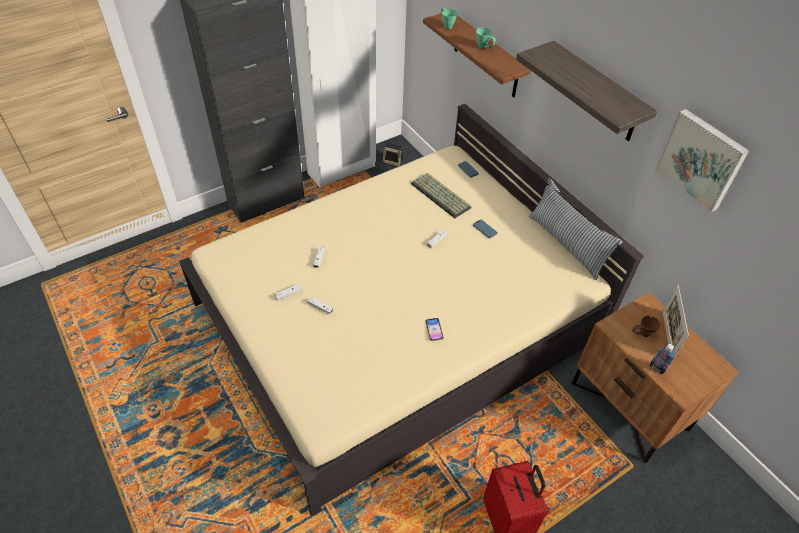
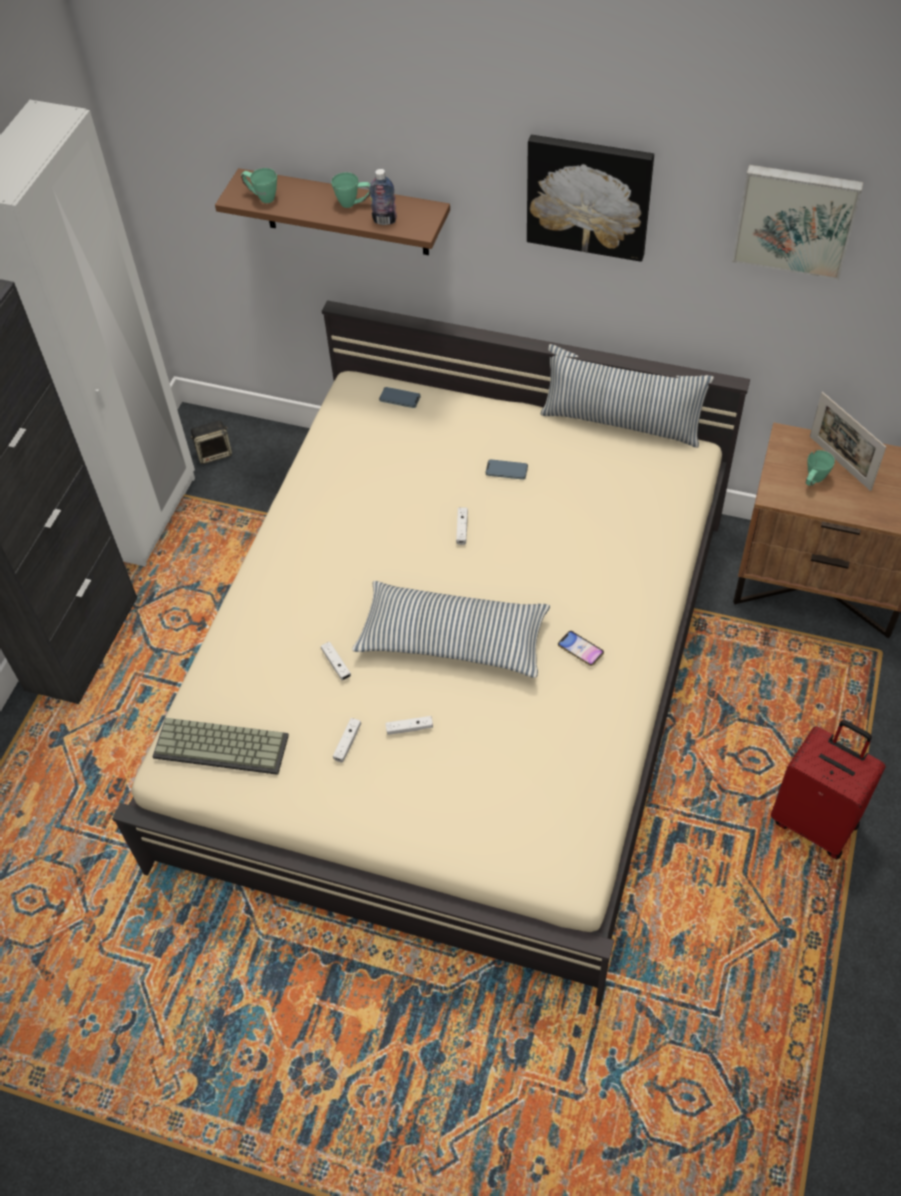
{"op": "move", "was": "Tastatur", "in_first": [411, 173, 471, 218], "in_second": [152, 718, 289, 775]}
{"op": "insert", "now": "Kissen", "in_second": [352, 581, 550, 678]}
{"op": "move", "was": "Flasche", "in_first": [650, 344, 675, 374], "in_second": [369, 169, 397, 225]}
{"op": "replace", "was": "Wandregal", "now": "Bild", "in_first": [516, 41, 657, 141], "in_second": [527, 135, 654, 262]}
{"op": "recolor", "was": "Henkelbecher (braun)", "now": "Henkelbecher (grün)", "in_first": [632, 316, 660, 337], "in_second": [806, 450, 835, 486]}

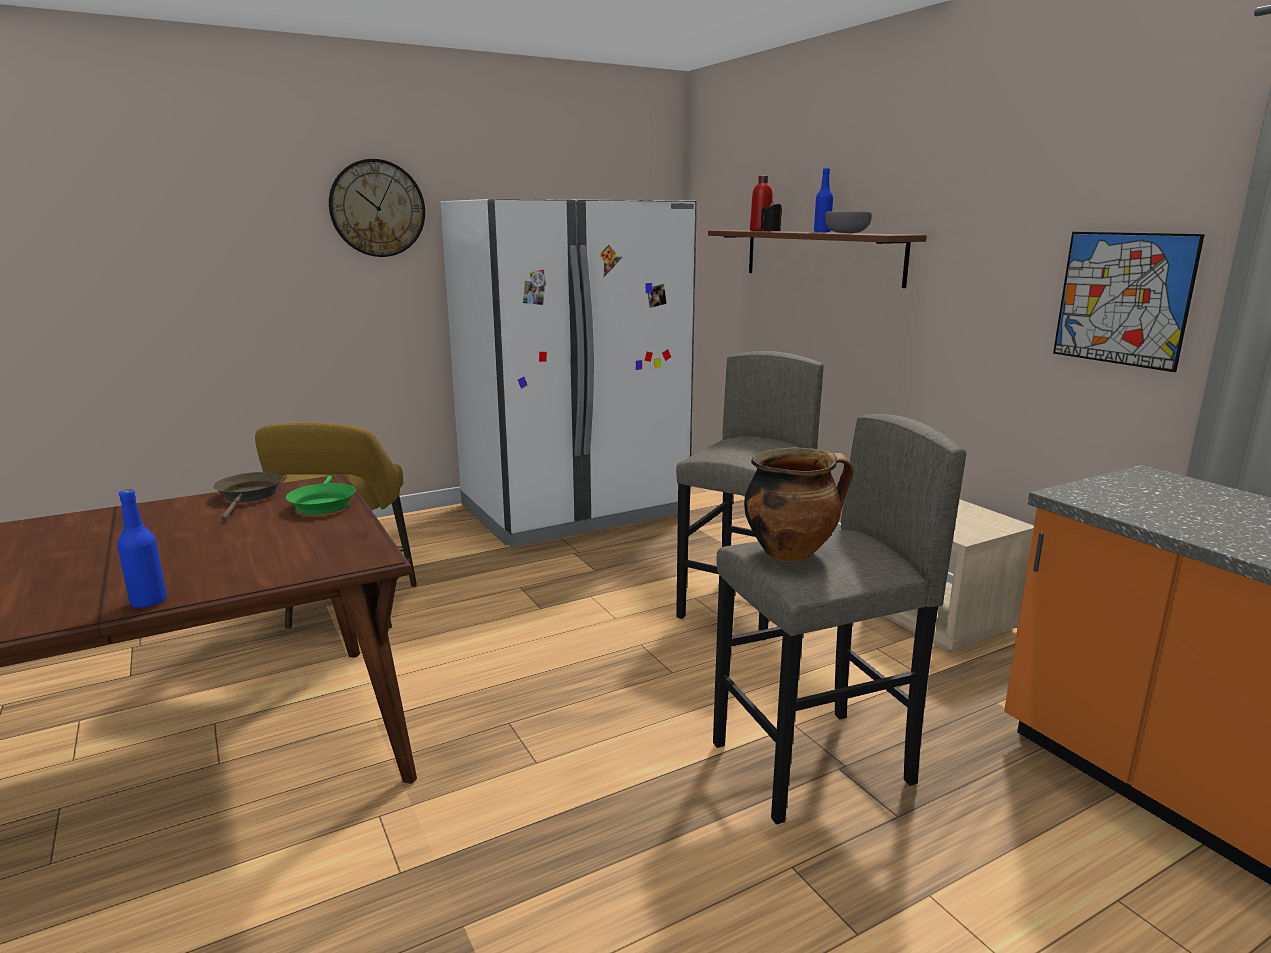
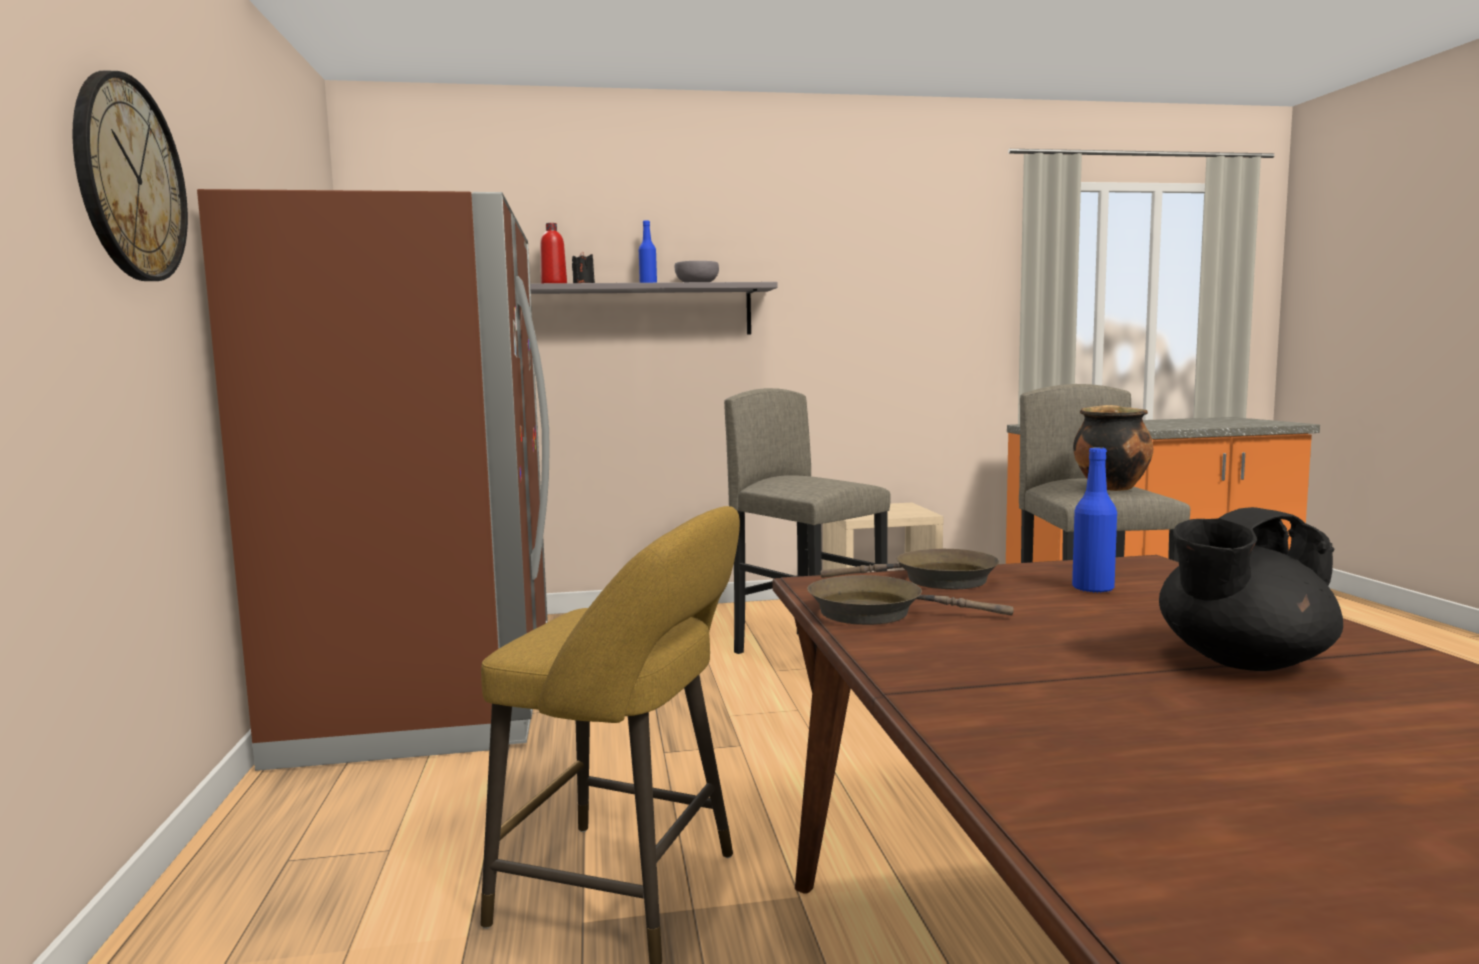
{"op": "recolor", "was": "Kühlschrank (weiß)", "now": "Kühlschrank (braun)", "in_first": [440, 199, 697, 548], "in_second": [197, 189, 549, 771]}
{"op": "recolor", "was": "Wandregal (braun)", "now": "Wandregal (grau)", "in_first": [708, 230, 927, 288], "in_second": [530, 282, 778, 335]}
{"op": "recolor", "was": "Pfanne (grün)", "now": "Pfanne (braun)", "in_first": [286, 476, 356, 515], "in_second": [821, 549, 999, 589]}
{"op": "move", "was": "Flasche (blau)", "in_first": [117, 489, 167, 608], "in_second": [1072, 447, 1117, 593]}
{"op": "insert", "now": "Teekanne (schwarz)", "in_second": [1159, 507, 1343, 671]}
{"op": "delete", "was": "Bild", "in_first": [1053, 232, 1205, 372]}

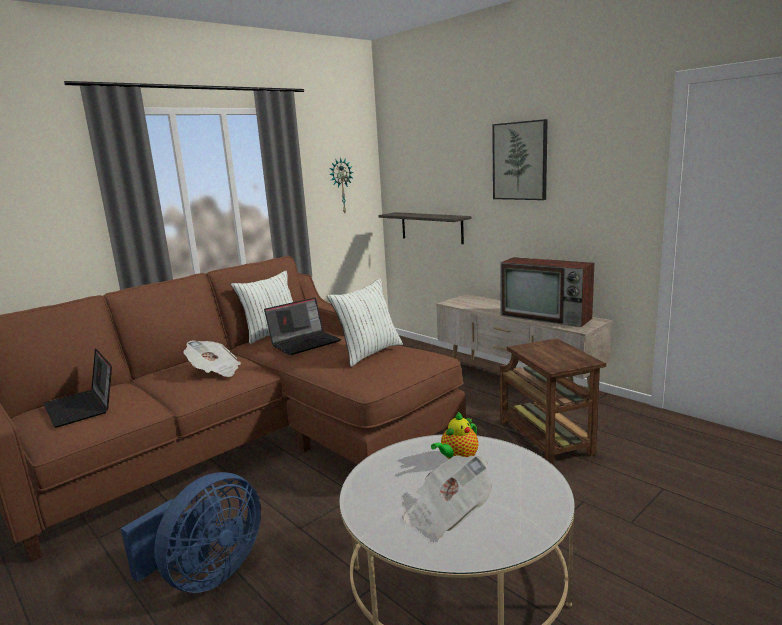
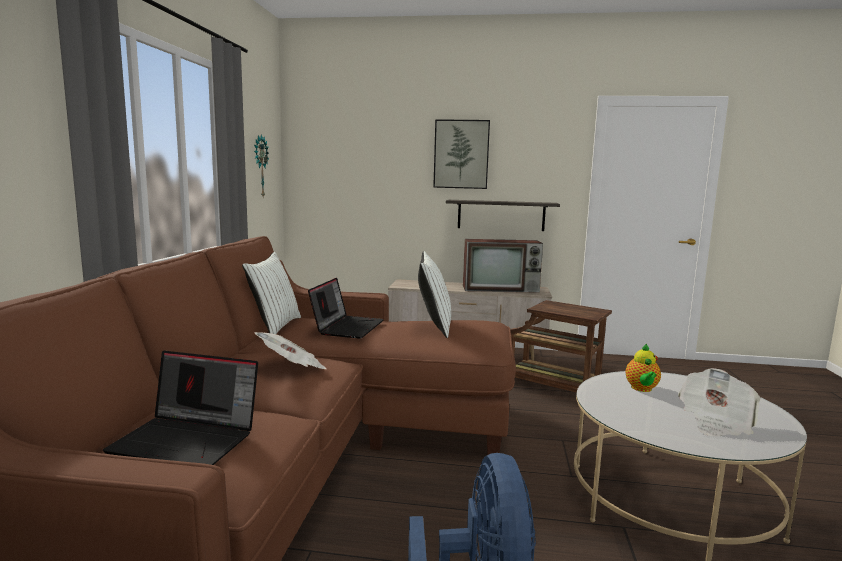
{"op": "move", "was": "Wandregal", "in_first": [378, 212, 471, 244], "in_second": [446, 200, 560, 231]}

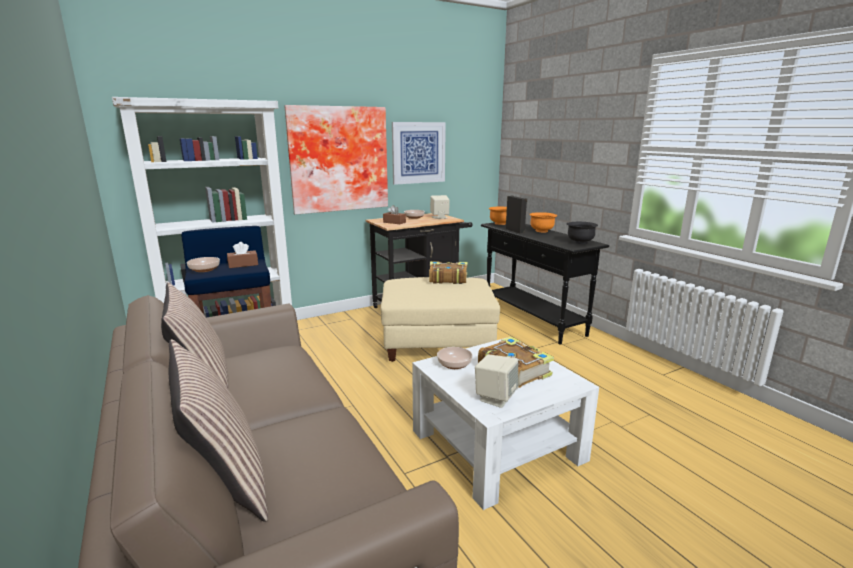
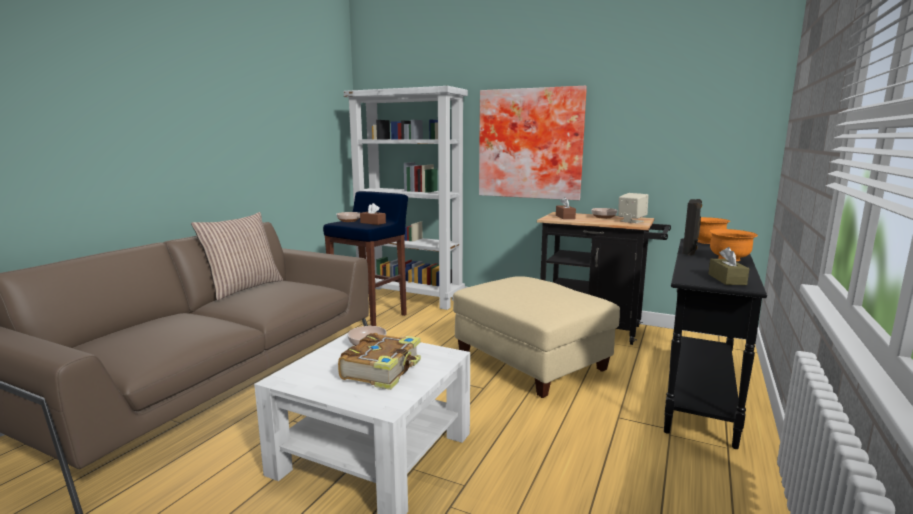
{"op": "replace", "was": "Schüssel (schwarz)", "now": "Taschentuchbox (braun)", "in_first": [567, 222, 598, 244], "in_second": [709, 247, 749, 285]}
{"op": "delete", "was": "Kissen", "in_first": [169, 339, 268, 522]}
{"op": "delete", "was": "Bild", "in_first": [392, 122, 446, 185]}
{"op": "delete", "was": "Buch", "in_first": [429, 261, 468, 284]}
{"op": "delete", "was": "Lautsprecher (beige)", "in_first": [475, 354, 519, 408]}

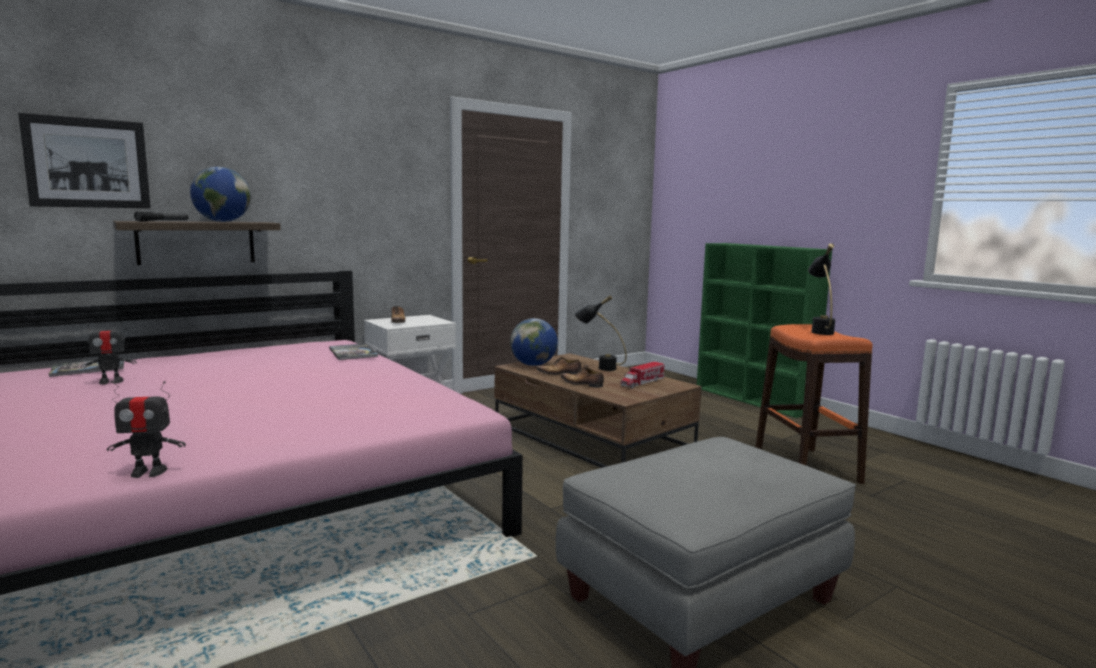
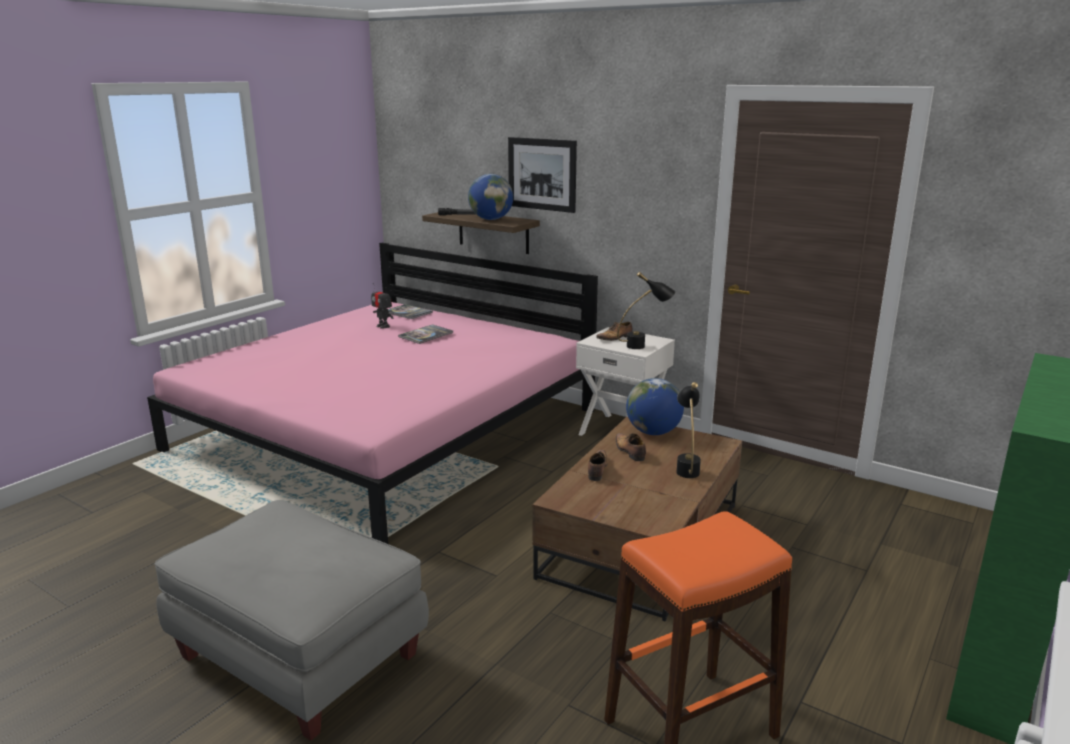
{"op": "move", "was": "Buch", "in_first": [329, 343, 378, 360], "in_second": [398, 324, 453, 344]}
{"op": "move", "was": "Bild", "in_first": [18, 113, 151, 208], "in_second": [508, 137, 577, 213]}
{"op": "move", "was": "Tischlampe (schwarz)", "in_first": [808, 243, 835, 335], "in_second": [617, 272, 675, 349]}
{"op": "delete", "was": "Spielzeugroboter", "in_first": [107, 381, 186, 478]}
{"op": "delete", "was": "Spielzeuglaster", "in_first": [620, 361, 664, 389]}

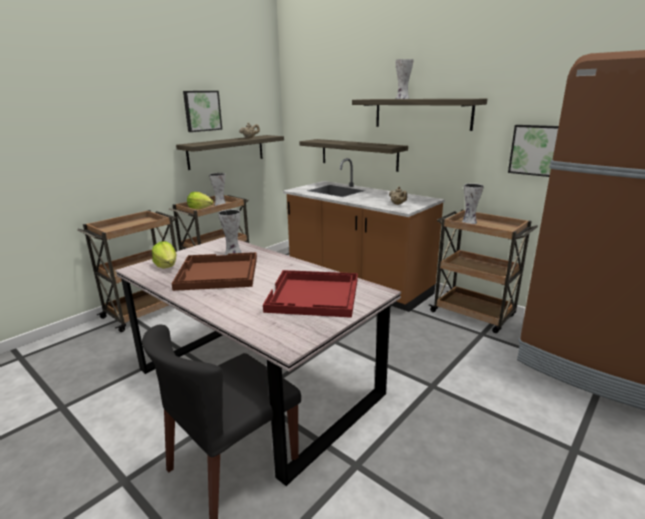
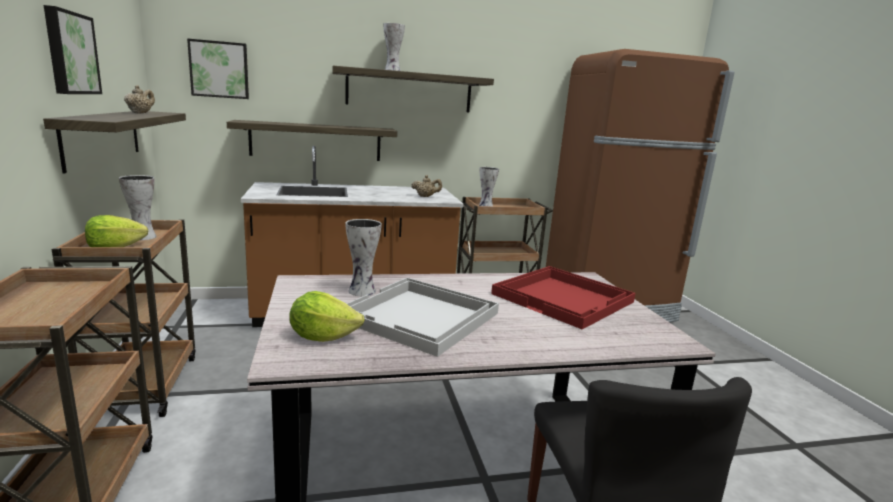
{"op": "move", "was": "Bild", "in_first": [508, 125, 559, 177], "in_second": [187, 38, 249, 99]}
{"op": "recolor", "was": "Tablett (braun)", "now": "Tablett (weiß)", "in_first": [171, 252, 257, 291], "in_second": [346, 278, 499, 357]}

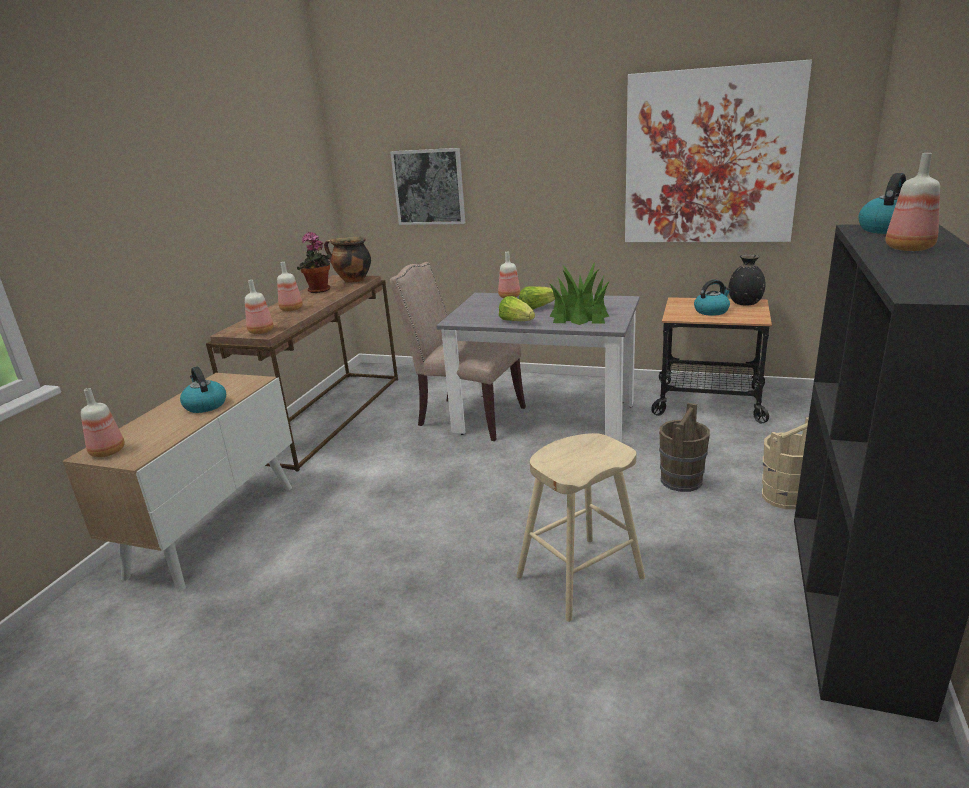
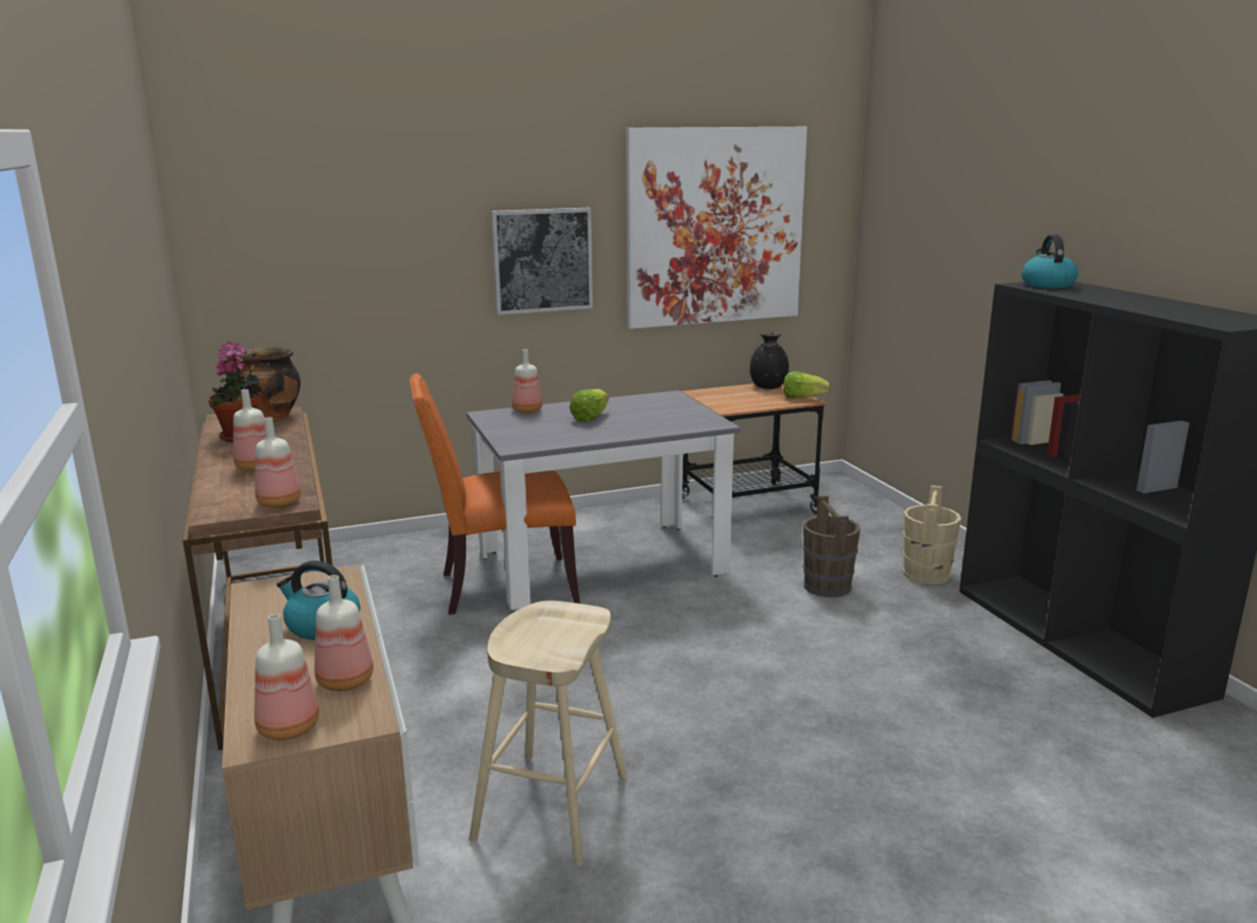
{"op": "move", "was": "Flasche", "in_first": [885, 153, 940, 251], "in_second": [314, 575, 373, 691]}
{"op": "recolor", "was": "Stuhl (beige)", "now": "Stuhl (orange)", "in_first": [390, 262, 526, 441], "in_second": [410, 373, 580, 615]}
{"op": "move", "was": "Hocker (beige)", "in_first": [516, 433, 645, 622], "in_second": [469, 600, 627, 866]}
{"op": "move", "was": "Bild", "in_first": [390, 148, 465, 225], "in_second": [491, 208, 593, 315]}
{"op": "move", "was": "Salatkopf", "in_first": [499, 296, 535, 321], "in_second": [784, 371, 830, 398]}
{"op": "delete", "was": "Topfpflanze", "in_first": [549, 262, 610, 325]}
{"op": "delete", "was": "Wasserkessel", "in_first": [694, 279, 731, 316]}

